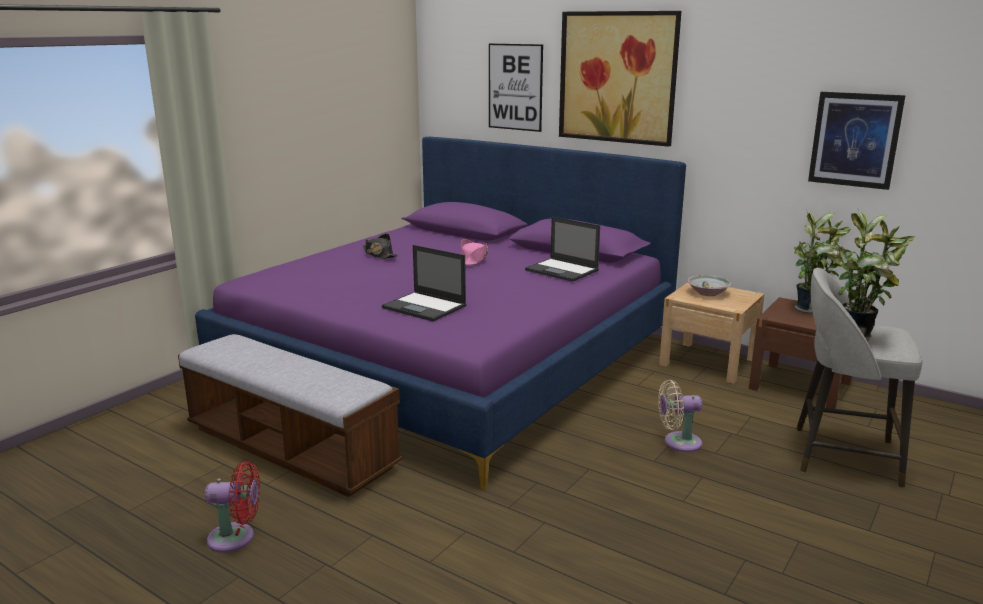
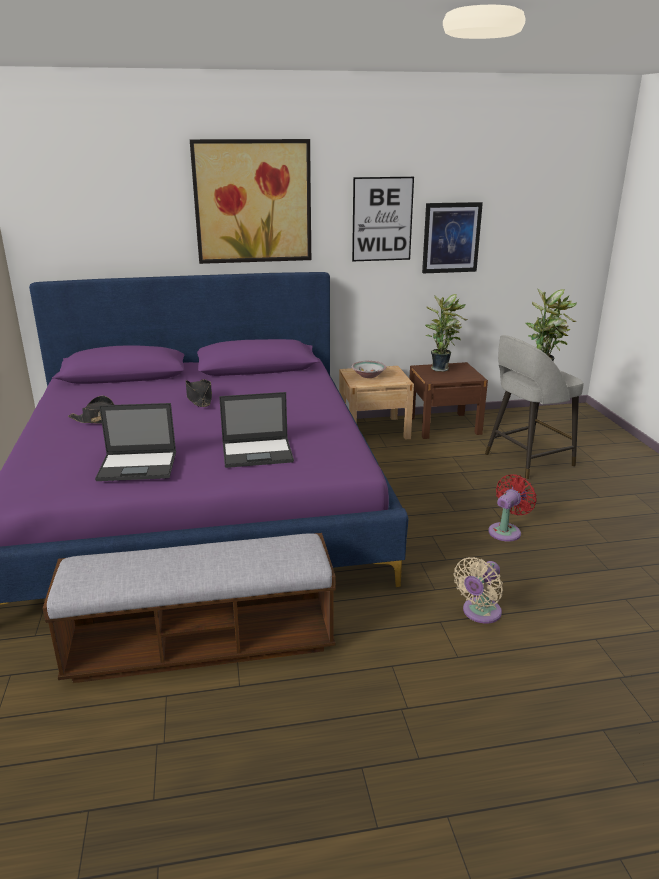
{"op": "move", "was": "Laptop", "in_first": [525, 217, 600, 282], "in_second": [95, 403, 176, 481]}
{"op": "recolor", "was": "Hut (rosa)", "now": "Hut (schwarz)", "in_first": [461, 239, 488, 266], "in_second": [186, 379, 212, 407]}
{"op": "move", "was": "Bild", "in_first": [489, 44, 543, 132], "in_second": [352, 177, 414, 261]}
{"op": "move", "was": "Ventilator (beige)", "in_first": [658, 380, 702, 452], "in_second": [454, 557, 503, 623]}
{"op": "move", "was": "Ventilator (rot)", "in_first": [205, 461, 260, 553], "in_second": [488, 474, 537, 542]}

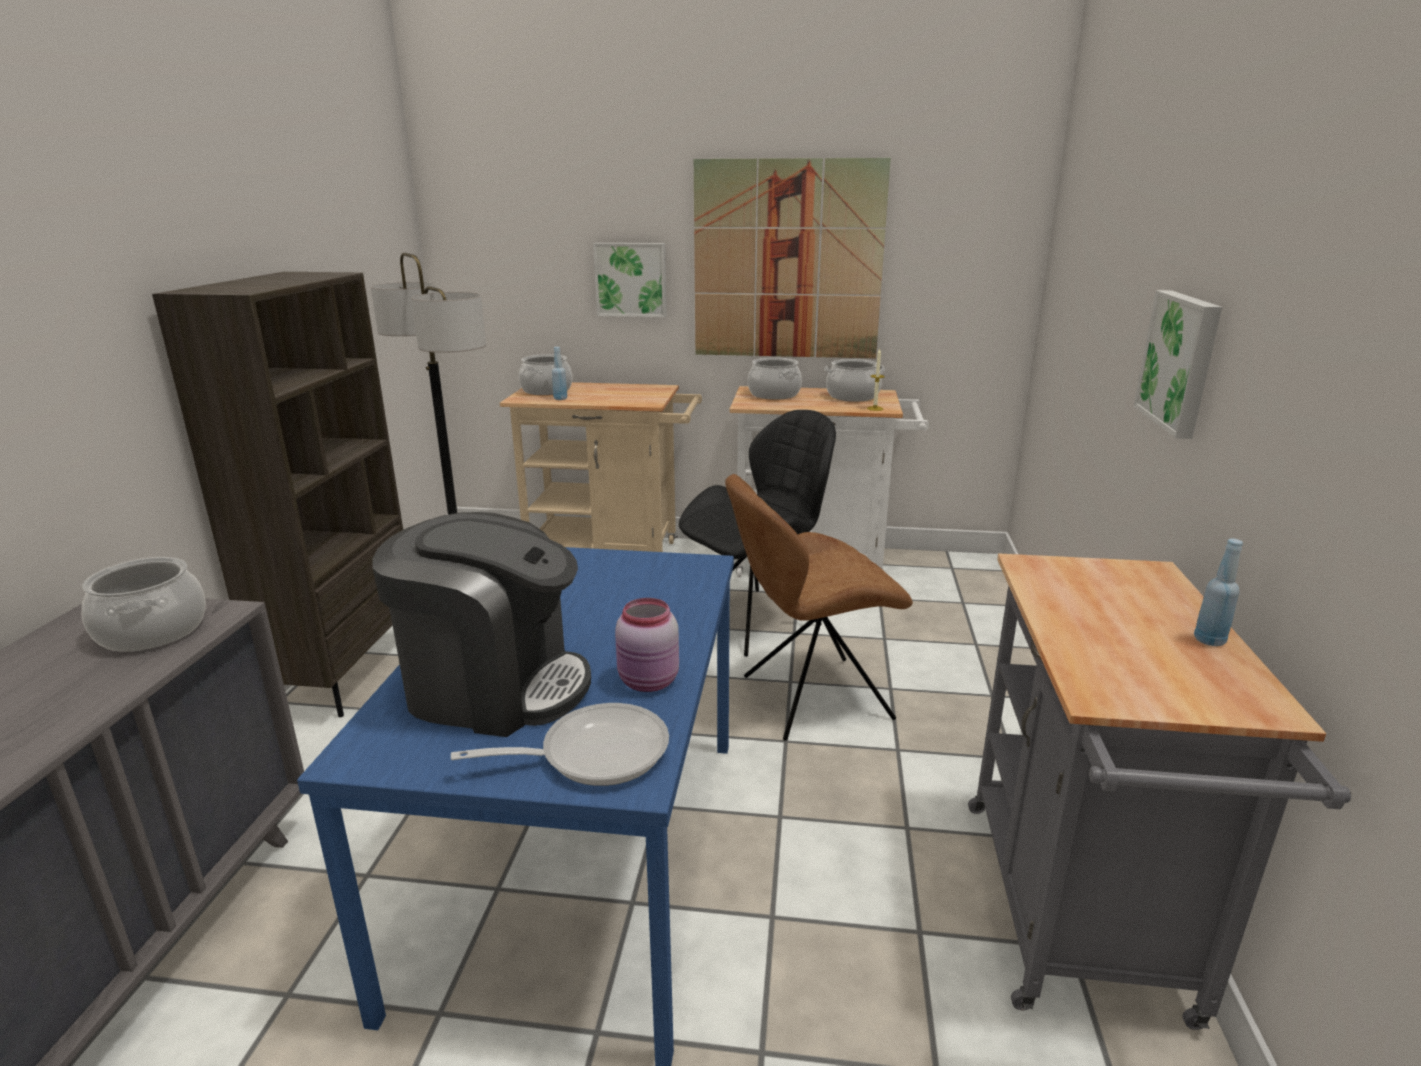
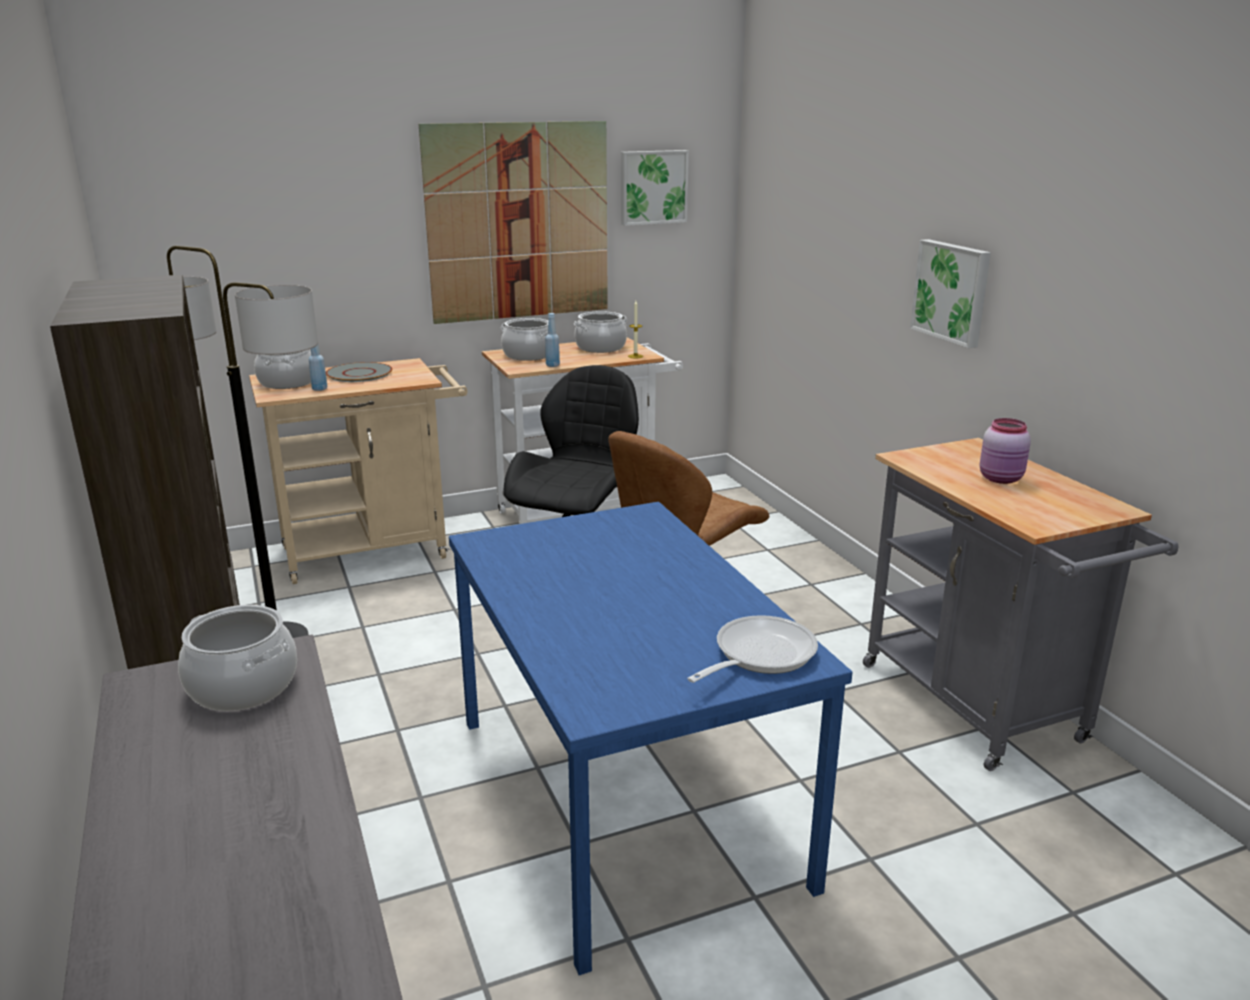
{"op": "insert", "now": "Teller (grau)", "in_second": [326, 362, 392, 382]}
{"op": "move", "was": "Flasche (blau)", "in_first": [1194, 538, 1243, 646], "in_second": [545, 313, 560, 367]}
{"op": "move", "was": "Bild", "in_first": [593, 243, 667, 317], "in_second": [621, 150, 689, 226]}
{"op": "move", "was": "Vorratsglas (rosa)", "in_first": [615, 598, 679, 692], "in_second": [980, 418, 1031, 484]}
{"op": "delete", "was": "Kaffeemaschine", "in_first": [373, 512, 591, 737]}

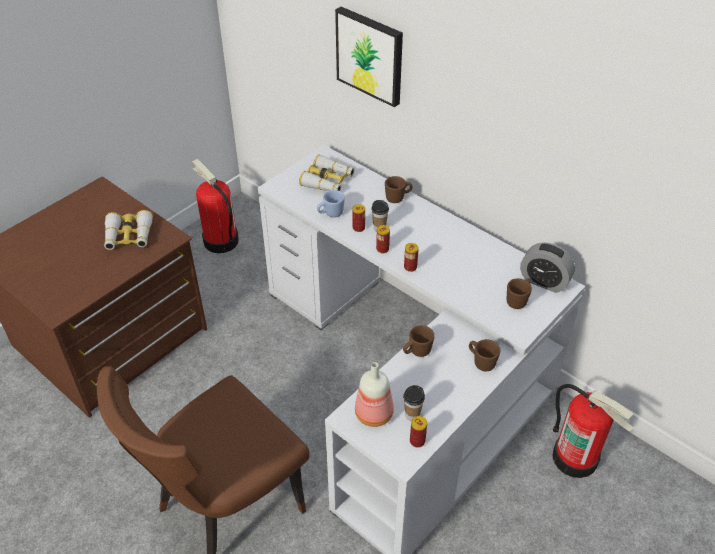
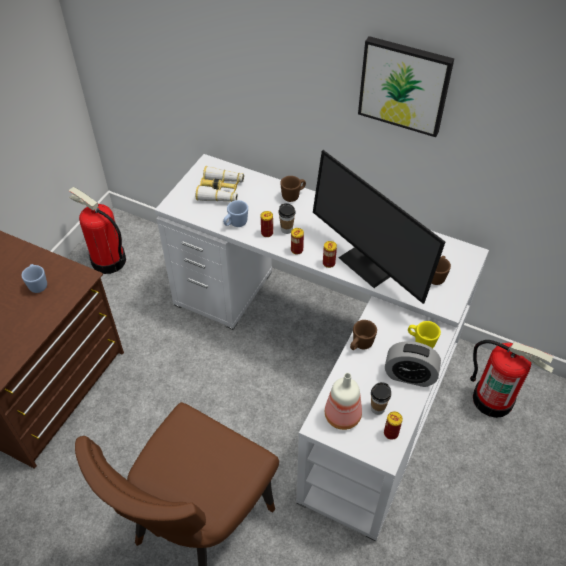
{"op": "replace", "was": "Fernglas", "now": "Henkelbecher (blau)", "in_first": [104, 210, 153, 250], "in_second": [21, 264, 47, 293]}
{"op": "insert", "now": "Monitor", "in_second": [313, 150, 445, 304]}
{"op": "move", "was": "Bild", "in_first": [335, 7, 403, 107], "in_second": [358, 36, 454, 137]}
{"op": "move", "was": "Wecker", "in_first": [520, 242, 575, 293], "in_second": [385, 341, 441, 387]}
{"op": "recolor", "was": "Henkelbecher (braun)", "now": "Henkelbecher (gelb)", "in_first": [469, 339, 500, 371], "in_second": [408, 321, 441, 349]}

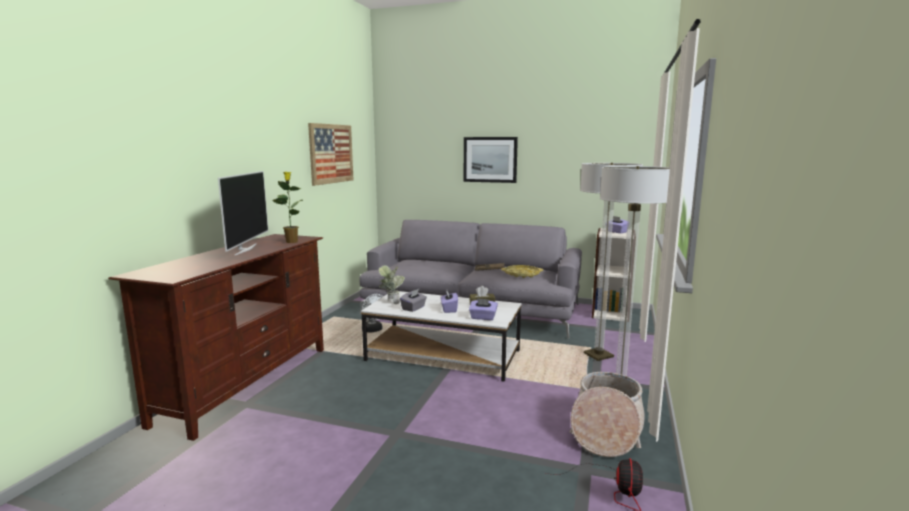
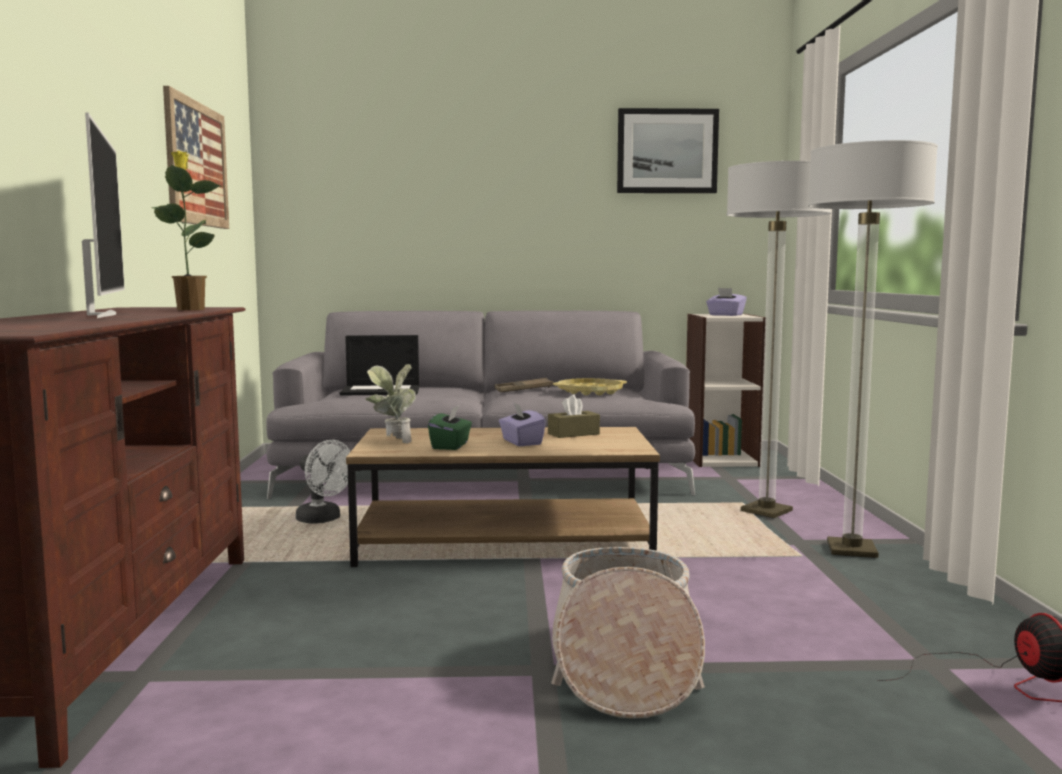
{"op": "insert", "now": "Laptop", "in_second": [340, 335, 420, 396]}
{"op": "recolor", "was": "Couchtisch (weiß)", "now": "Couchtisch (braun)", "in_first": [361, 291, 522, 382], "in_second": [346, 427, 660, 567]}
{"op": "recolor", "was": "Taschentuchbox (grau)", "now": "Taschentuchbox (grün)", "in_first": [400, 289, 427, 312], "in_second": [428, 405, 472, 450]}
{"op": "move", "was": "Korb", "in_first": [570, 372, 645, 457], "in_second": [551, 547, 705, 719]}
{"op": "move", "was": "Bild", "in_first": [464, 137, 518, 183], "in_second": [617, 108, 719, 193]}
{"op": "delete", "was": "Taschentuchbox (lila)", "in_first": [469, 298, 498, 320]}

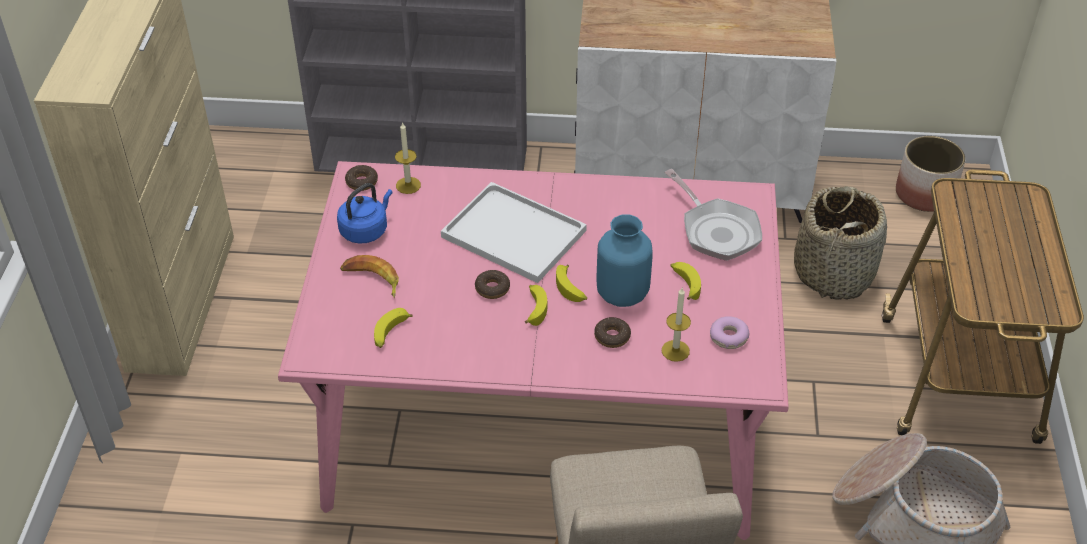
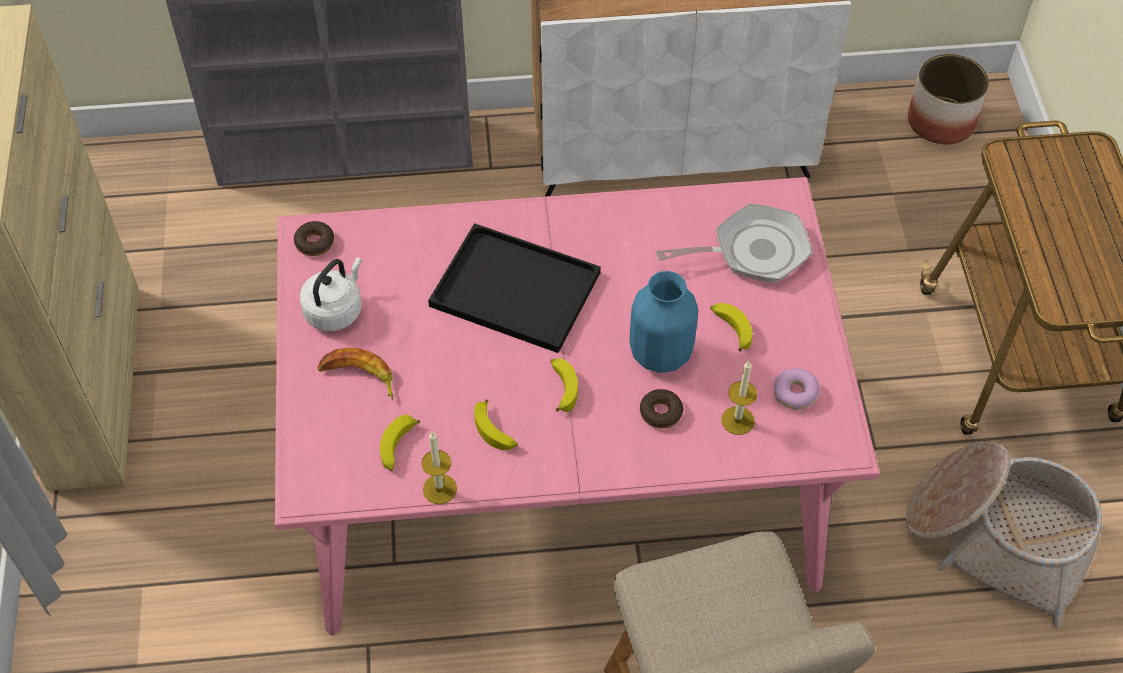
{"op": "recolor", "was": "Wasserkessel (blau)", "now": "Wasserkessel (weiß)", "in_first": [337, 183, 393, 244], "in_second": [300, 258, 362, 331]}
{"op": "move", "was": "Kerze", "in_first": [395, 122, 421, 194], "in_second": [421, 432, 457, 504]}
{"op": "recolor", "was": "Tablett (weiß)", "now": "Tablett (schwarz)", "in_first": [441, 182, 587, 283], "in_second": [428, 223, 601, 353]}
{"op": "move", "was": "Banane", "in_first": [556, 265, 587, 302], "in_second": [474, 399, 518, 450]}
{"op": "rotate", "was": "Pfanne", "in_first": [665, 169, 762, 261], "in_second": [656, 203, 813, 283], "clockwise": -60}
{"op": "delete", "was": "Donut", "in_first": [475, 270, 510, 299]}
{"op": "delete", "was": "Korb", "in_first": [794, 186, 887, 300]}

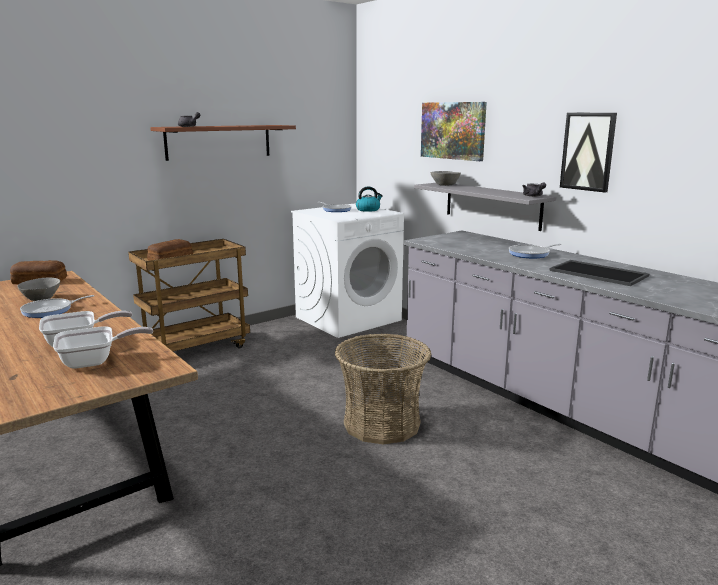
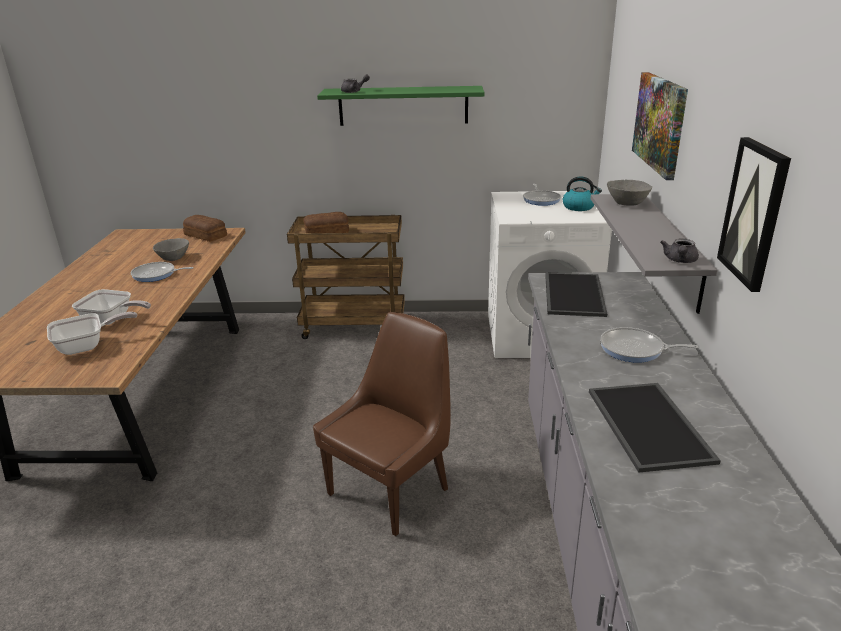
{"op": "rotate", "was": "Pfanne", "in_first": [53, 326, 153, 369], "in_second": [47, 312, 137, 355], "clockwise": -45}
{"op": "replace", "was": "Korb", "now": "Stuhl (braun)", "in_first": [335, 333, 431, 444], "in_second": [313, 312, 451, 536]}
{"op": "recolor", "was": "Wandregal (braun)", "now": "Wandregal (grün)", "in_first": [150, 125, 296, 161], "in_second": [317, 86, 485, 126]}
{"op": "insert", "now": "Tablett", "in_second": [545, 272, 607, 317]}

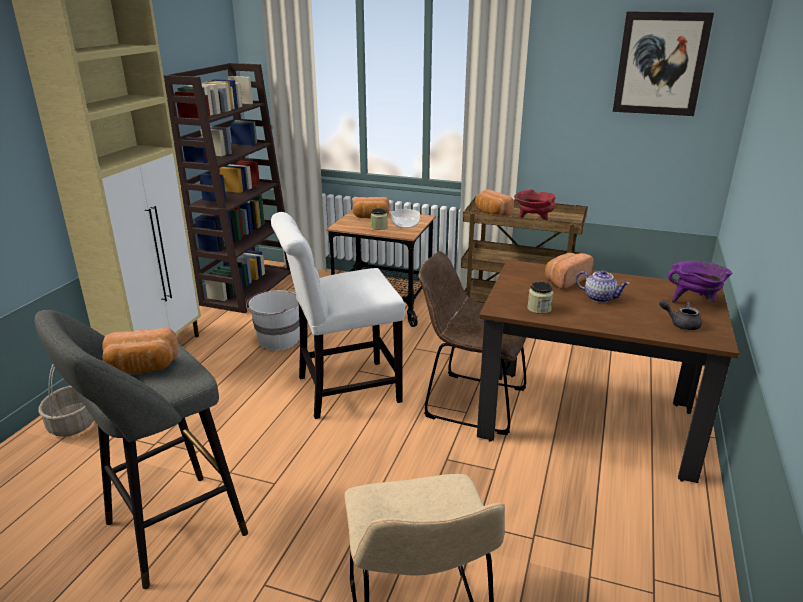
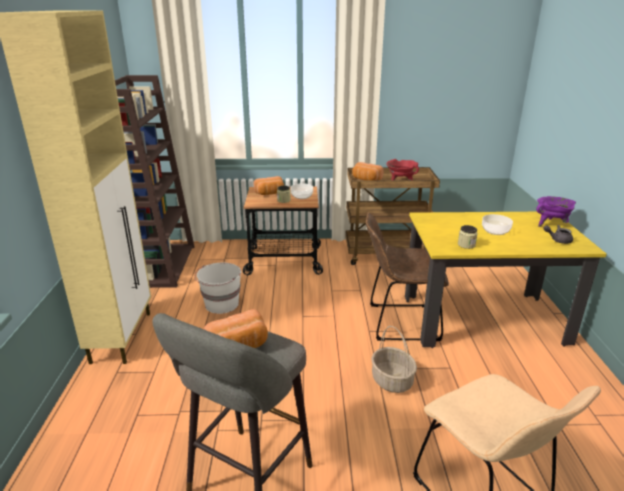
{"op": "move", "was": "Korb", "in_first": [38, 364, 94, 437], "in_second": [371, 326, 417, 393]}
{"op": "recolor", "was": "Esstisch (braun)", "now": "Esstisch (gelb)", "in_first": [477, 260, 739, 483], "in_second": [405, 212, 607, 348]}
{"op": "replace", "was": "Teekanne", "now": "Schüssel", "in_first": [576, 270, 630, 303], "in_second": [482, 214, 513, 235]}
{"op": "delete", "was": "Stuhl (weiß)", "in_first": [271, 212, 405, 419]}
{"op": "delete", "was": "Brot", "in_first": [545, 253, 594, 289]}
{"op": "delete", "was": "Bild", "in_first": [613, 12, 714, 116]}

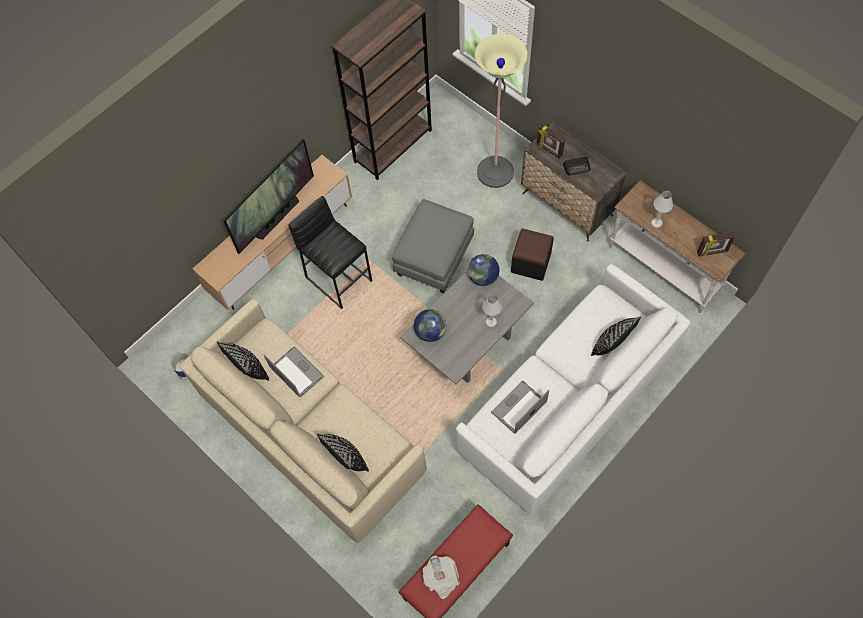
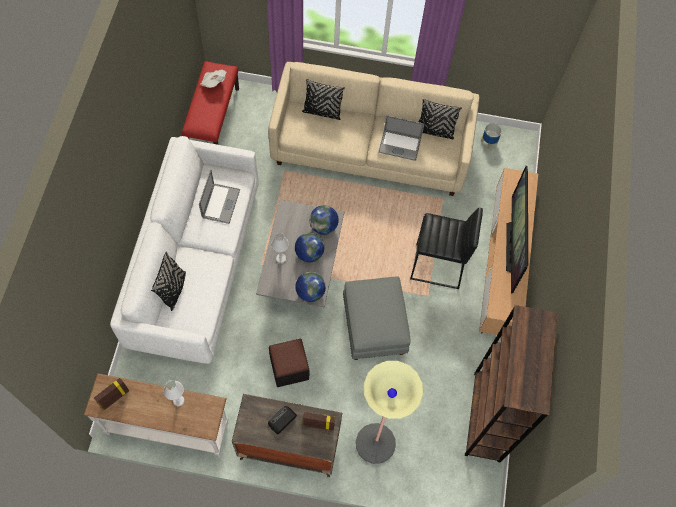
{"op": "insert", "now": "Globus", "in_second": [295, 233, 324, 262]}

